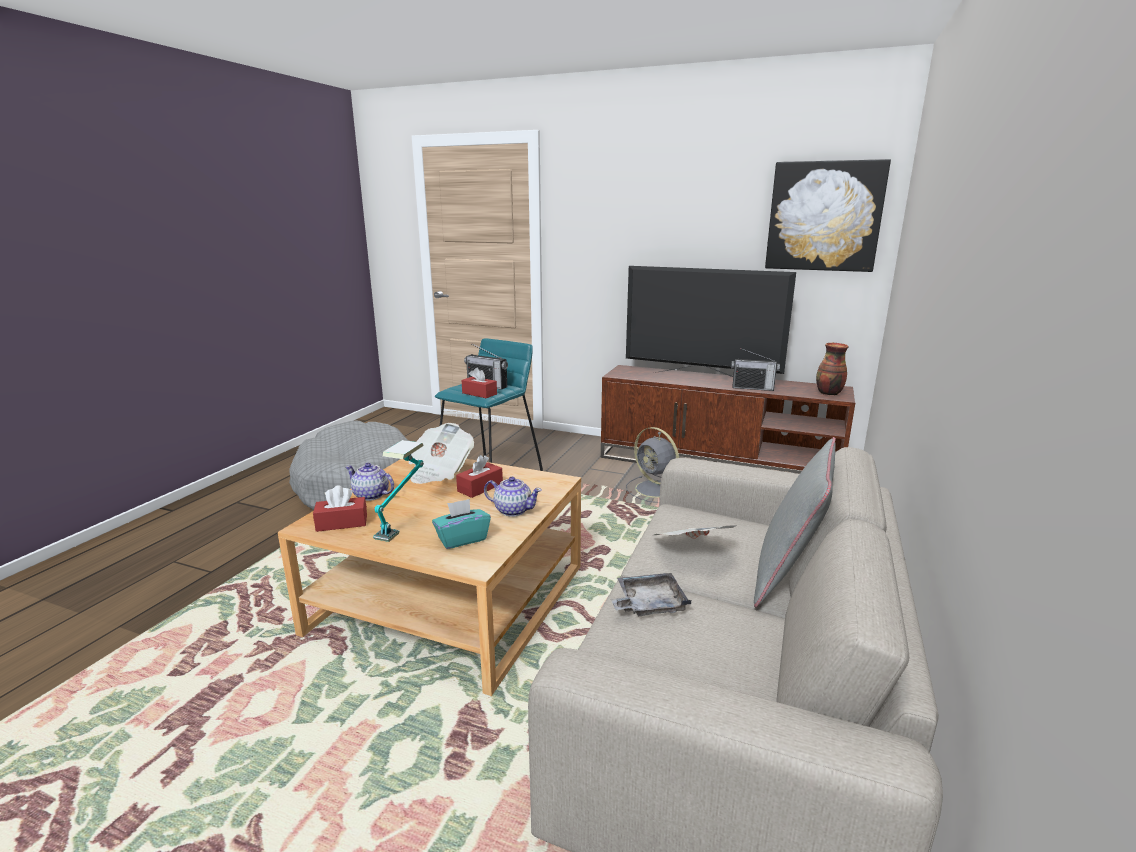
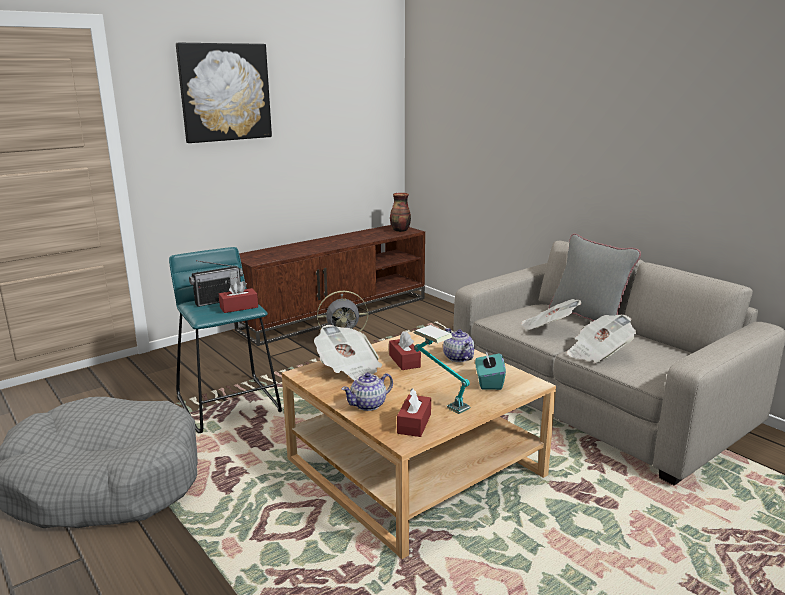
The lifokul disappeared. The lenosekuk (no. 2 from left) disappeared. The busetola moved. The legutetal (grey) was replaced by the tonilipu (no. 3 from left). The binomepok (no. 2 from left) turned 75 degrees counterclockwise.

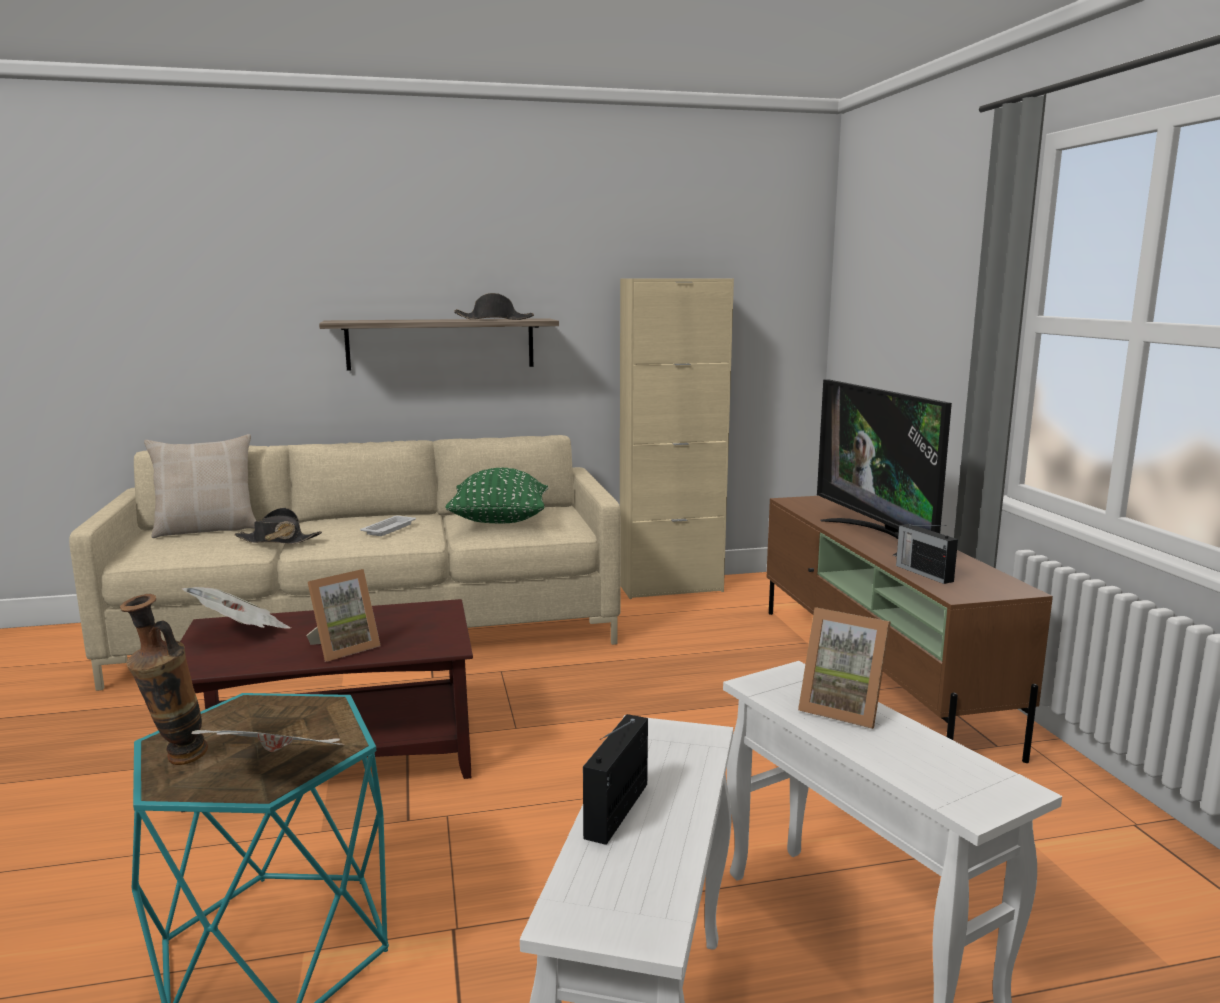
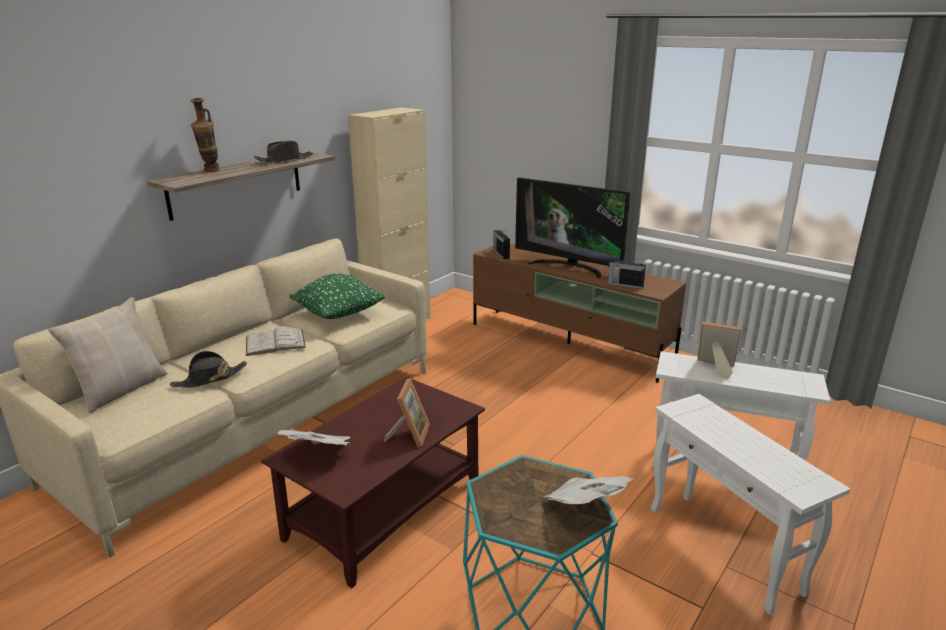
The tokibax moved. The lenosekuk (no. 1 from left) moved. The legutetal (white) was replaced by the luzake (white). The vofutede (no. 2 from left) turned 150 degrees counterclockwise.

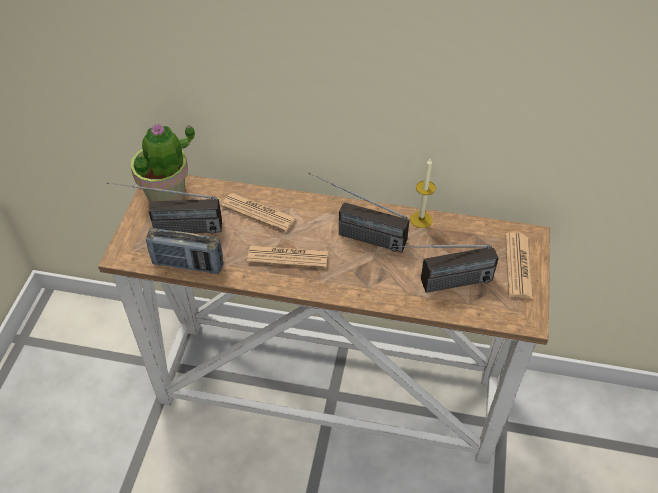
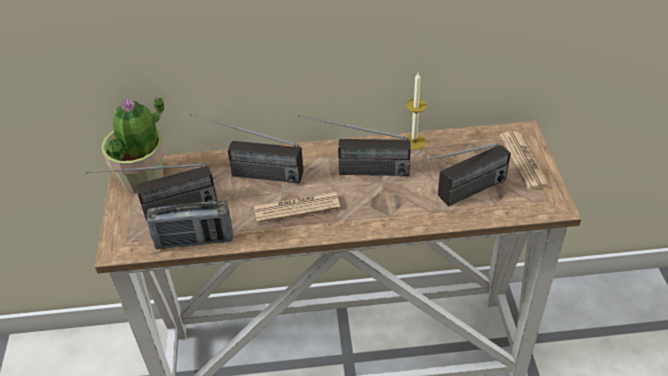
The tonilipu (no. 1 from left) was replaced by the lenosekuk (no. 3 from left).

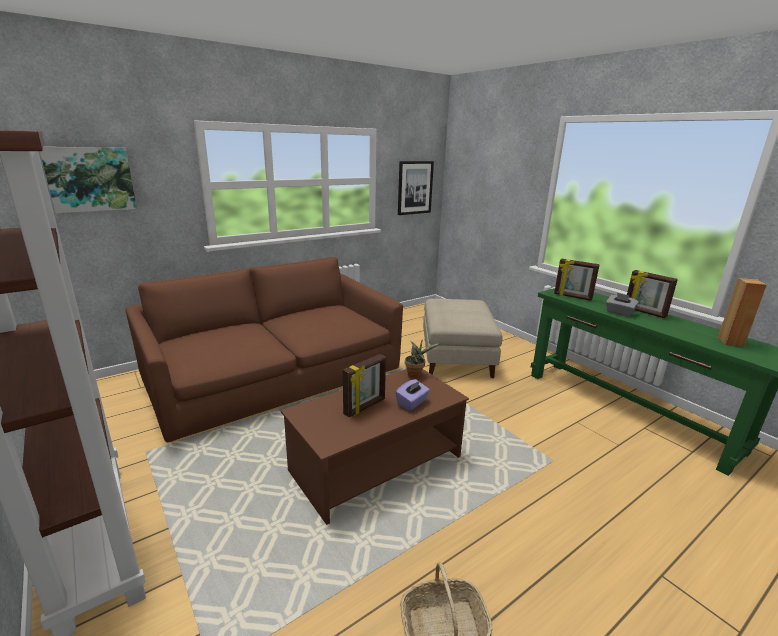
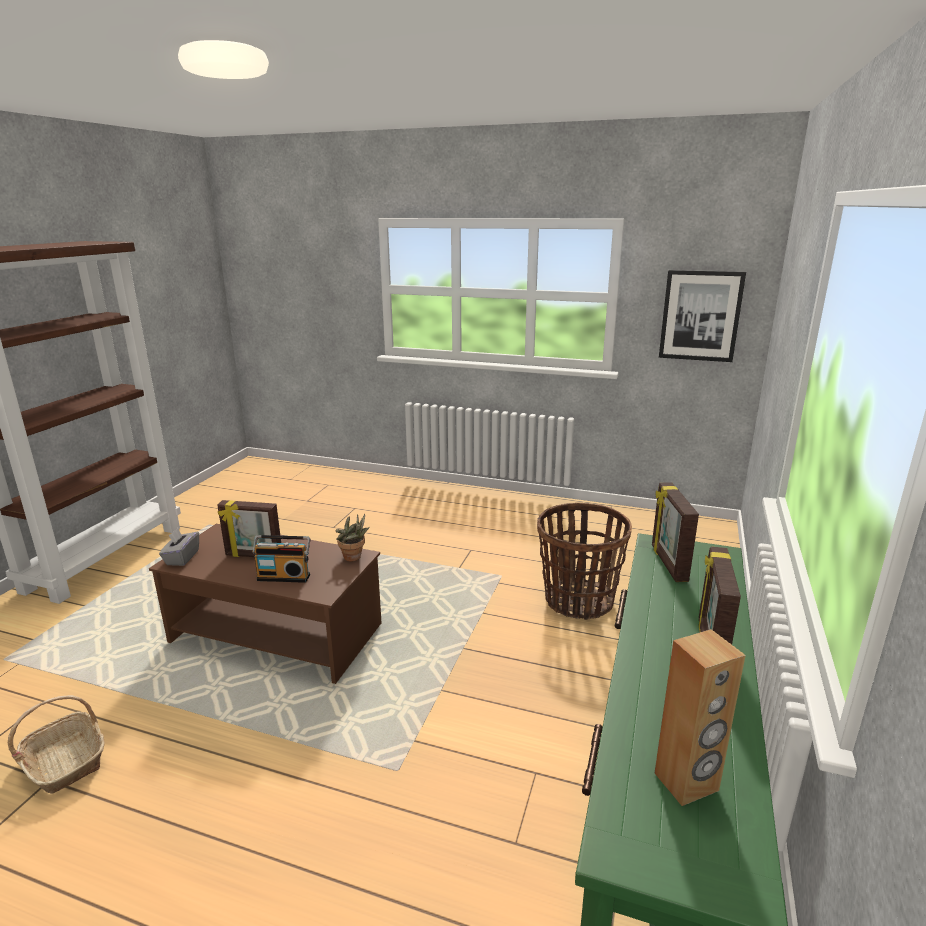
The busetola (no. 1 from left) disappeared. The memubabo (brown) disappeared. The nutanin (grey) moved. The nutanin (purple) was replaced by the lenosekuk. The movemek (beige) was replaced by the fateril (no. 2 from left).

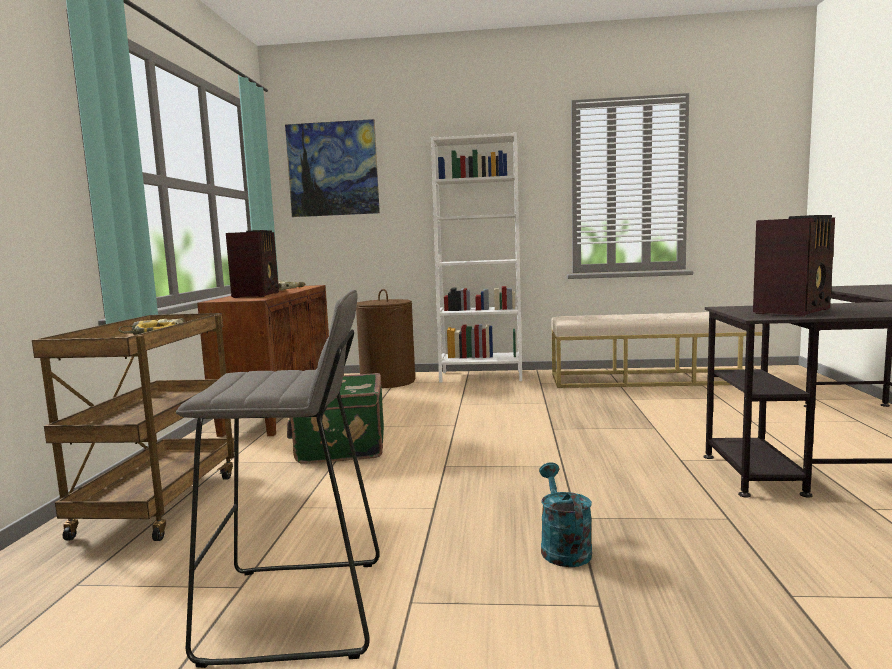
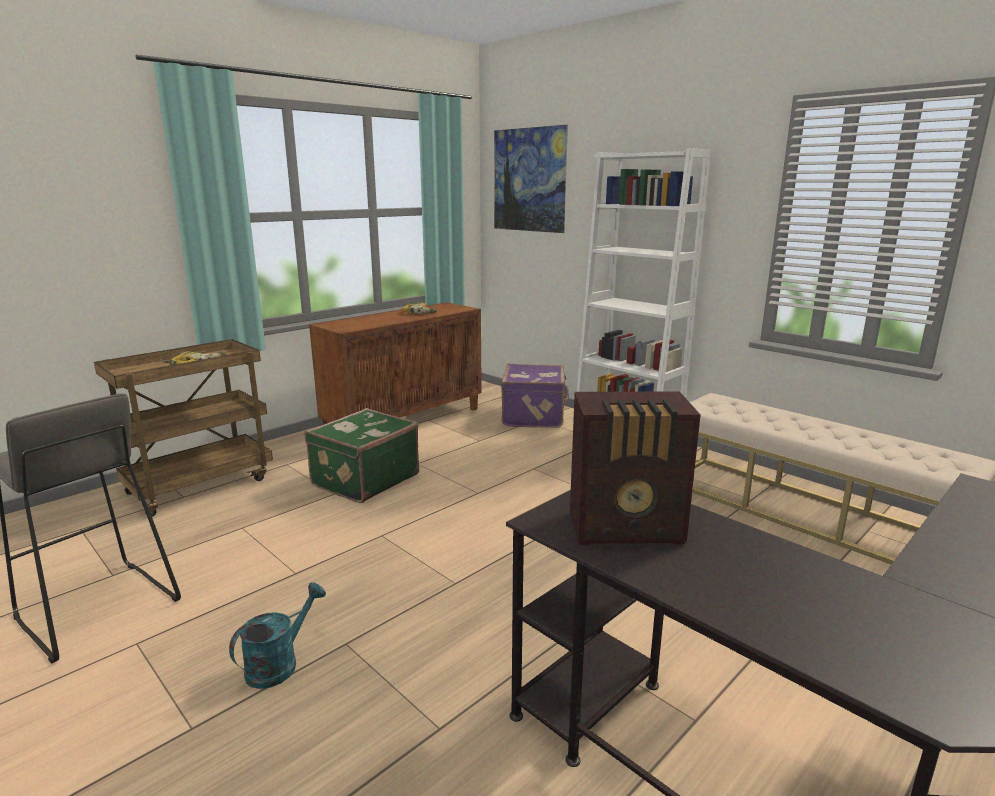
The lenosekuk (no. 1 from left) disappeared. The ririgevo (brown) was replaced by the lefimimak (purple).

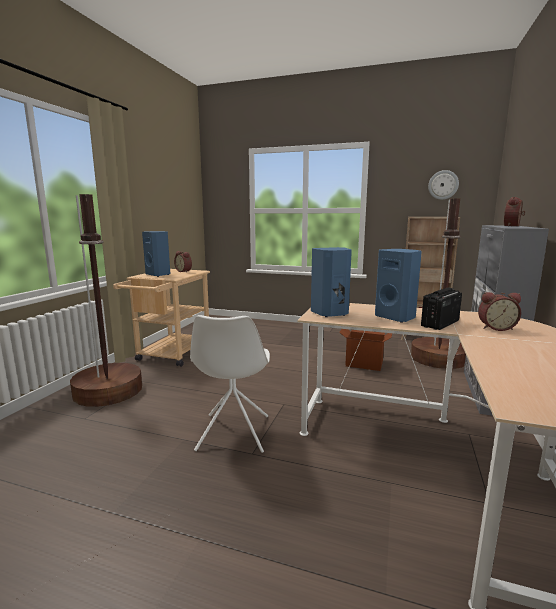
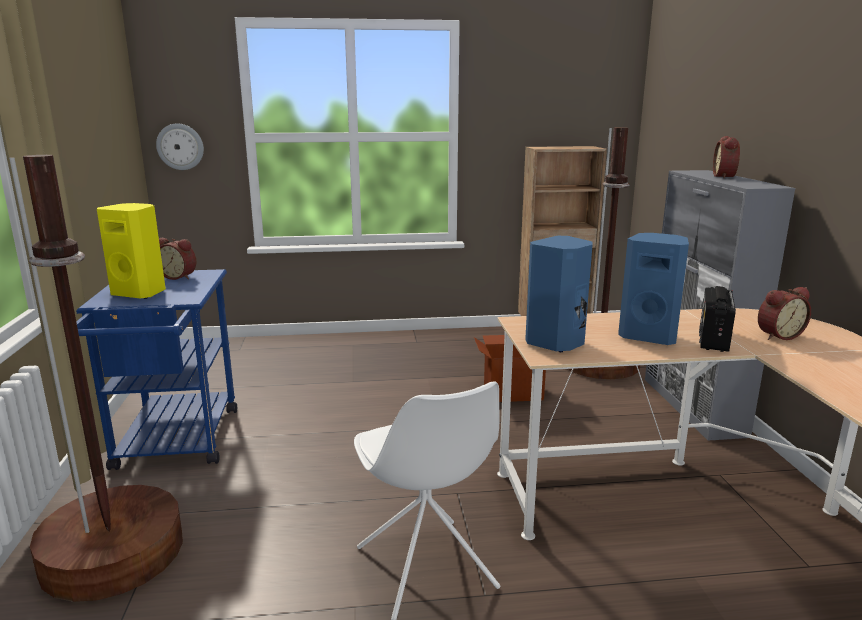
The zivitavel moved. The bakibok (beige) became the bakibok (blue). The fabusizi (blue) (no. 1 from left) became the fabusizi (yellow).

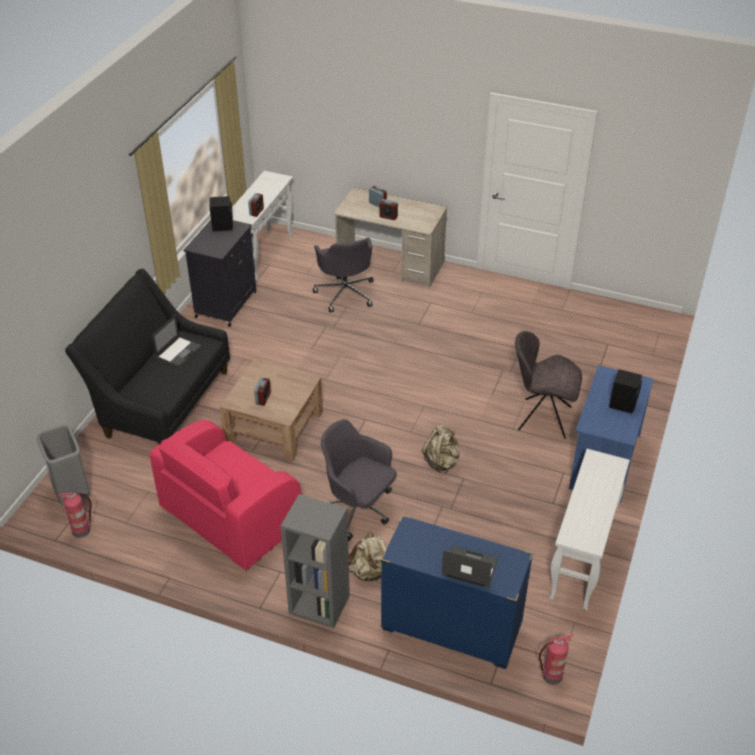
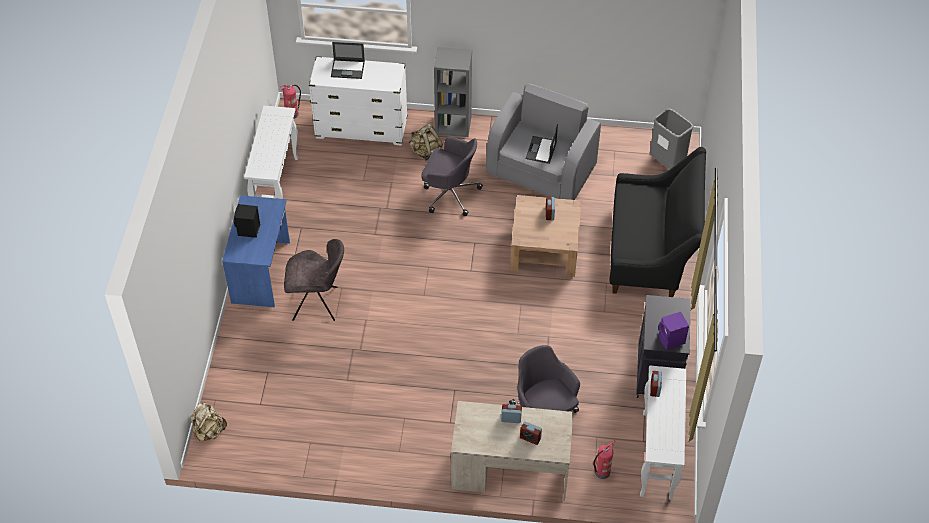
The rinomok (no. 1 from left in the first image) moved. The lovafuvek (no. 1 from left in the first image) moved. The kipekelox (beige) (no. 2 from left in the first image) moved. The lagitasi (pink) became the lagitasi (grey). The fabusizi (black) (no. 1 from left) became the fabusizi (purple). The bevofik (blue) became the bevofik (white).

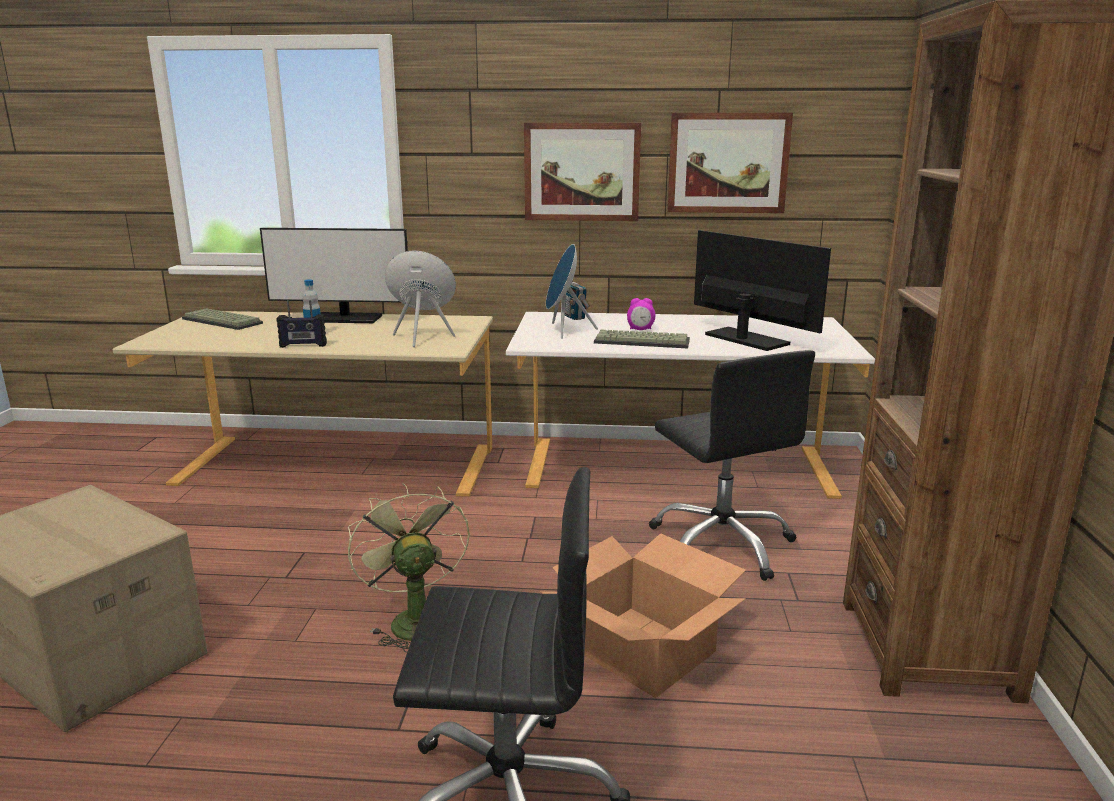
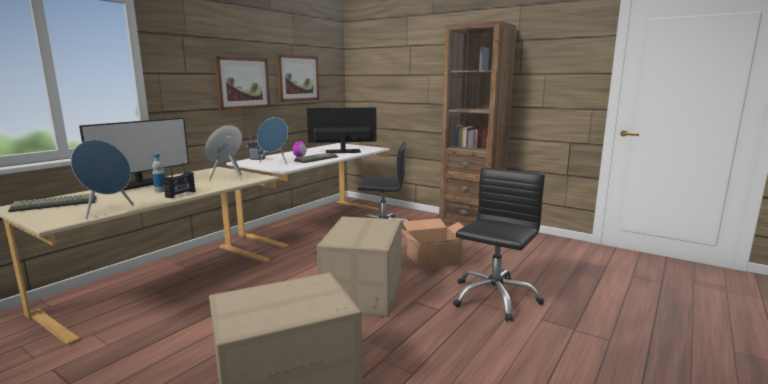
The fabusizi (blue) (no. 1 from left) appeared. The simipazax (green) was replaced by the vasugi (no. 2 from left).

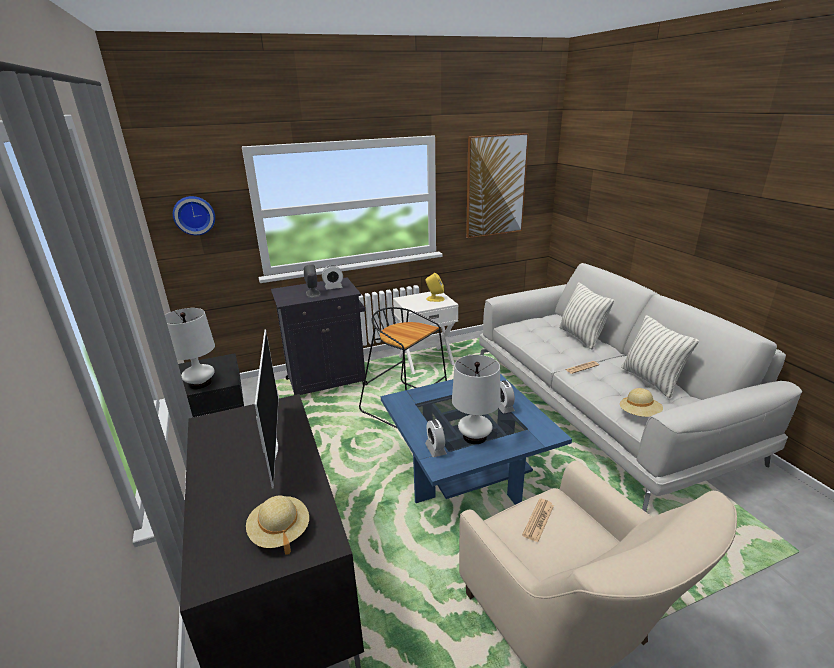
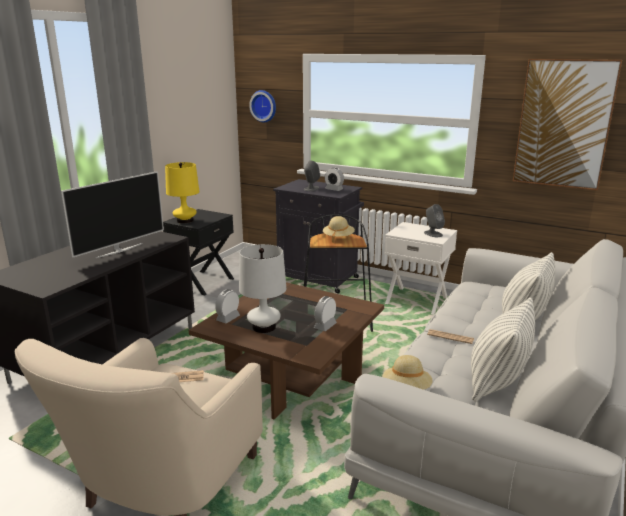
The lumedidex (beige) (no. 1 from left) moved. The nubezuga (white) (no. 1 from left) became the nubezuga (yellow). The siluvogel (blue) became the siluvogel (brown). The fabusizi (yellow) became the fabusizi (grey) (no. 2 from left).

